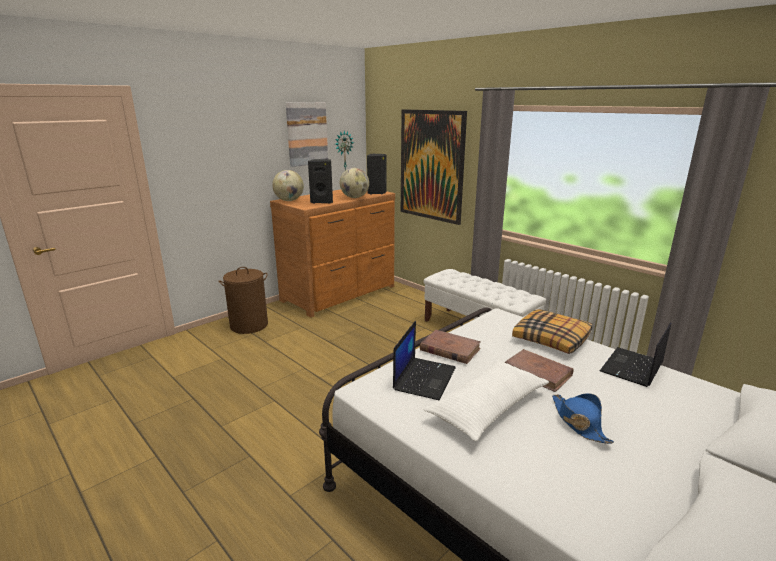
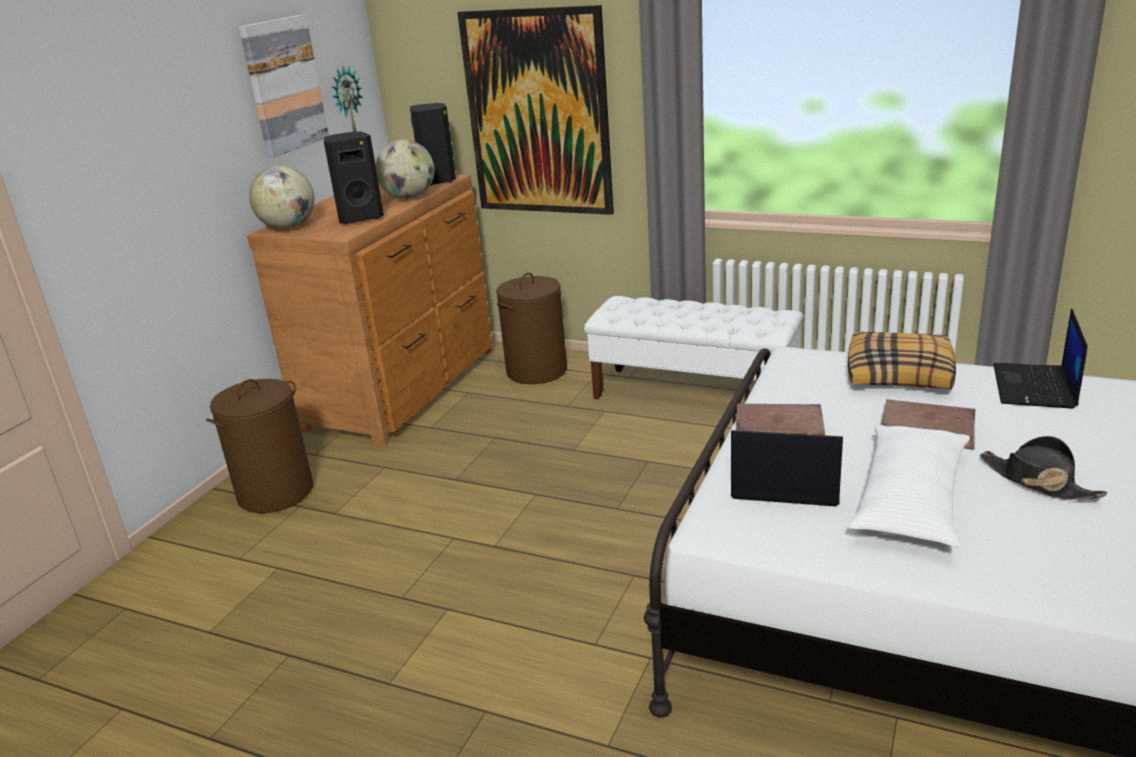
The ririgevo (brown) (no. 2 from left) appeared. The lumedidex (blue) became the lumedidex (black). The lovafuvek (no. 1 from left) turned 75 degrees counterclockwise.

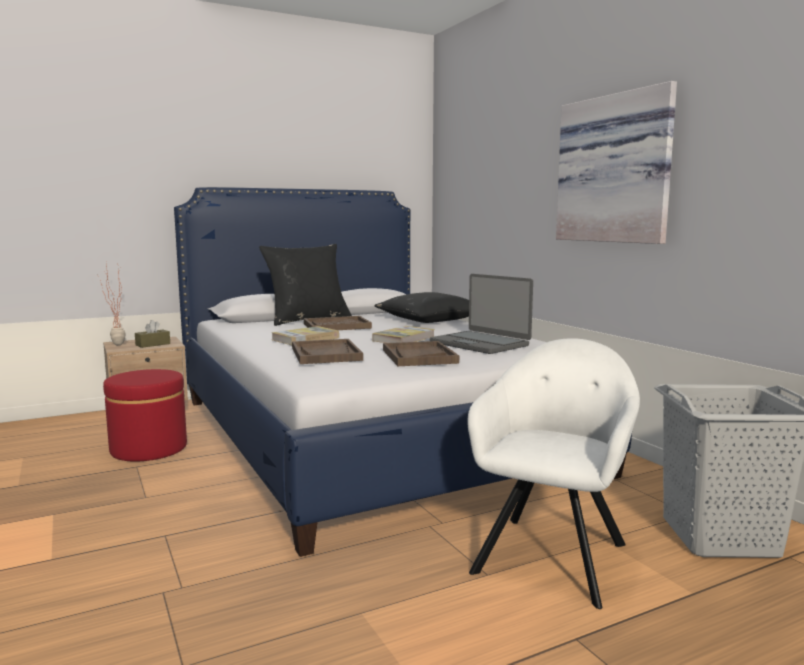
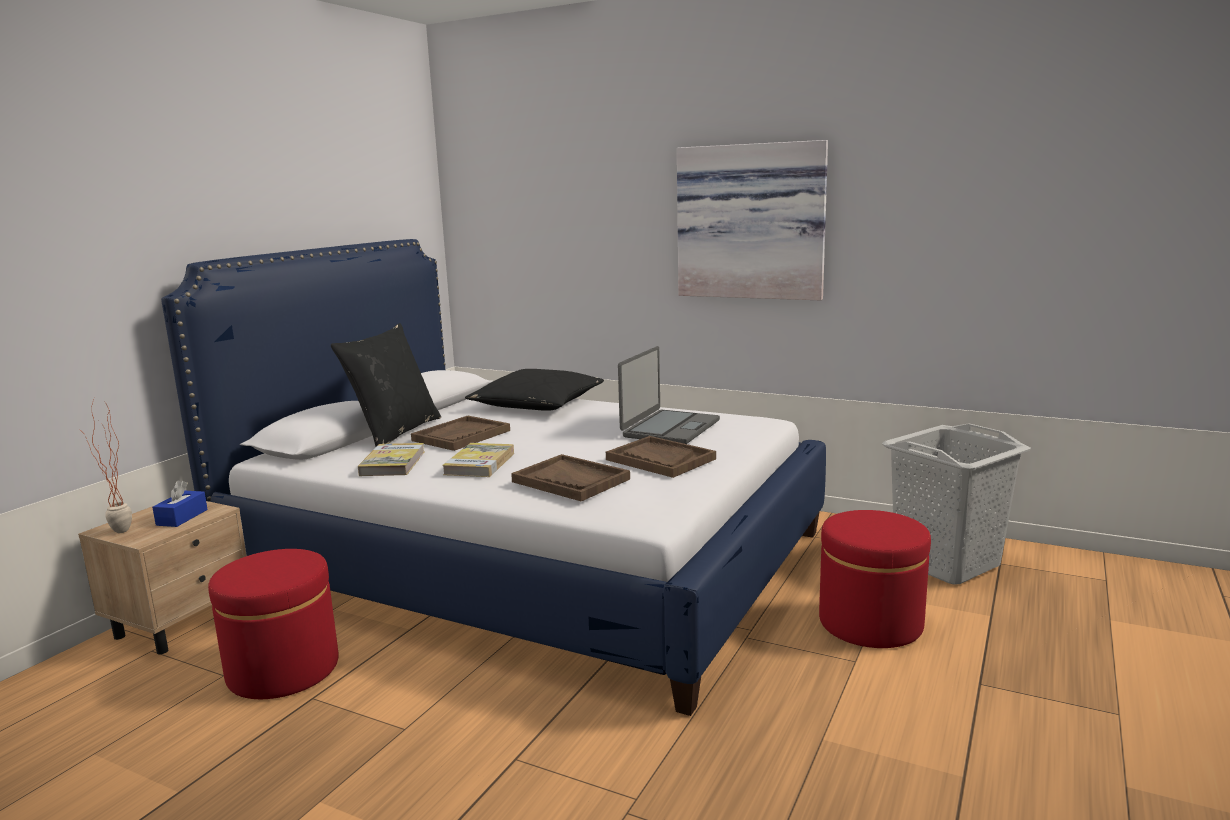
The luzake (no. 2 from left in the first image) moved. The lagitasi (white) was replaced by the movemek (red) (no. 2 from left). The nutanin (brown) became the nutanin (blue). The lovafuvek turned 75 degrees counterclockwise.

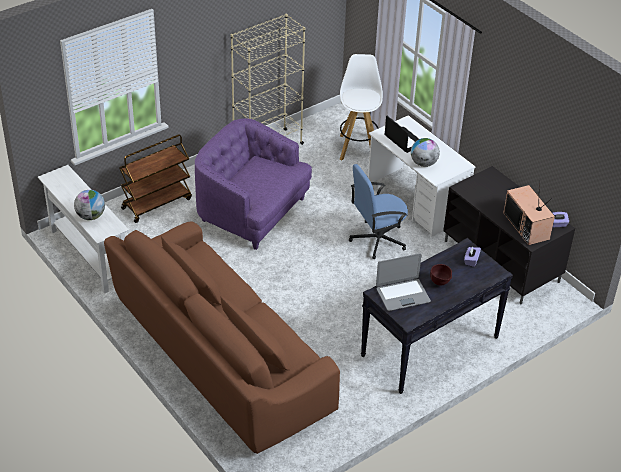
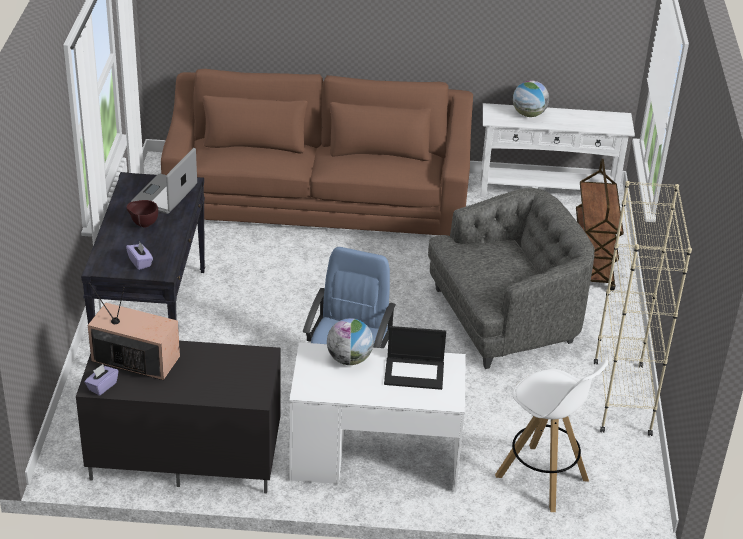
The lagitasi (purple) became the lagitasi (grey).

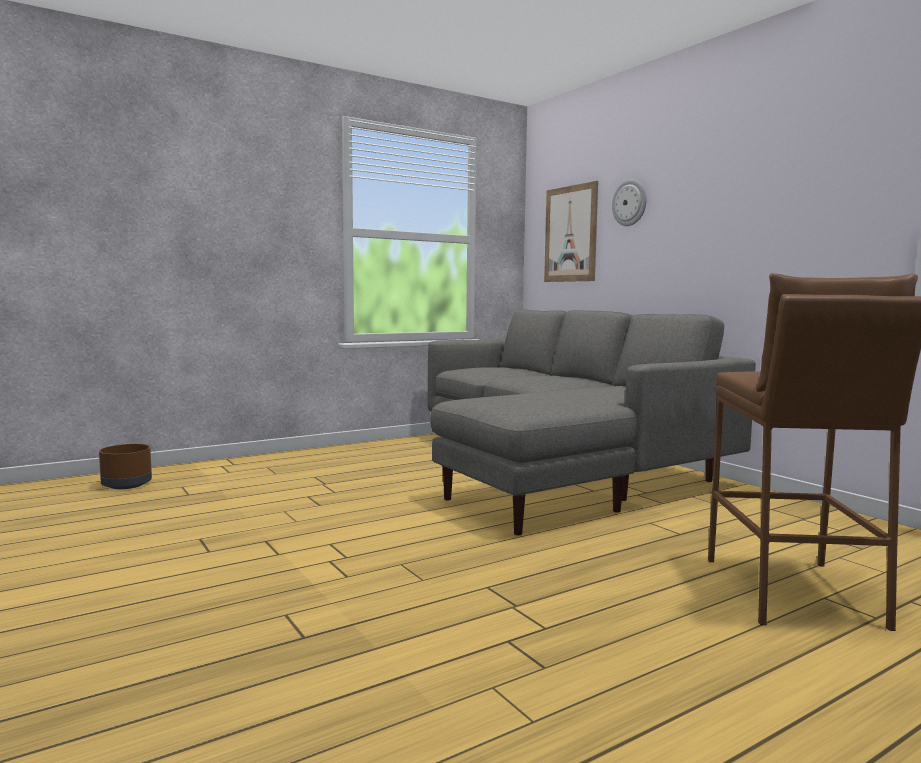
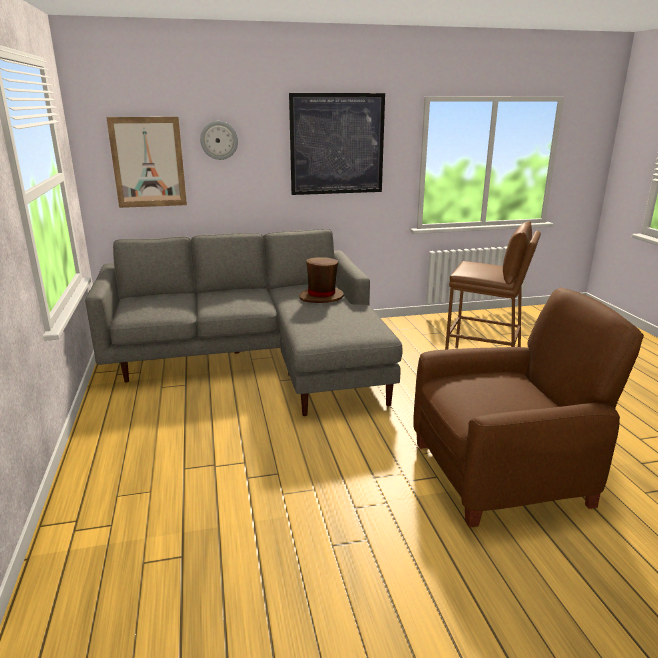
The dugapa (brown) disappeared. The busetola (no. 2 from left) appeared. The lumedidex (brown) appeared. The lagitasi (brown) appeared.

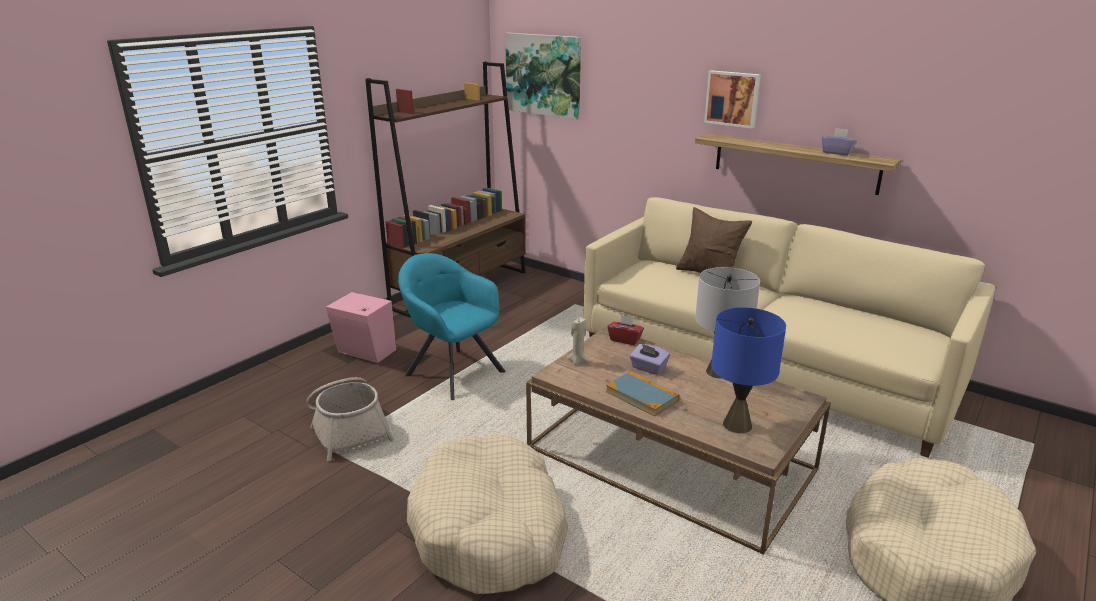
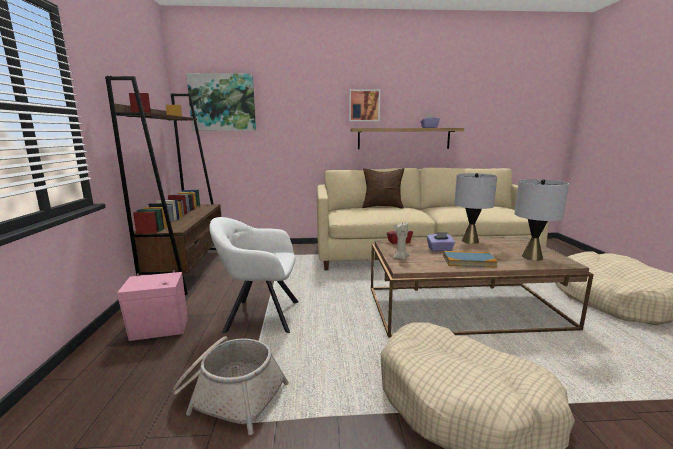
The lagitasi (turquoise) became the lagitasi (white). The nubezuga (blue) became the nubezuga (grey) (no. 2 from left).

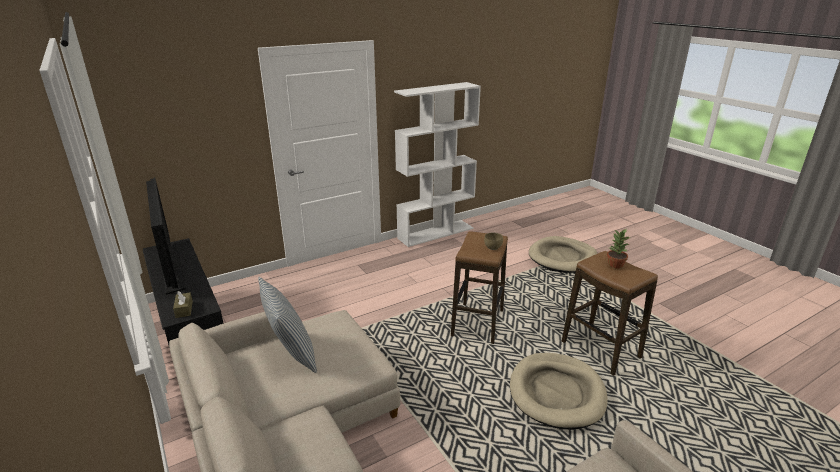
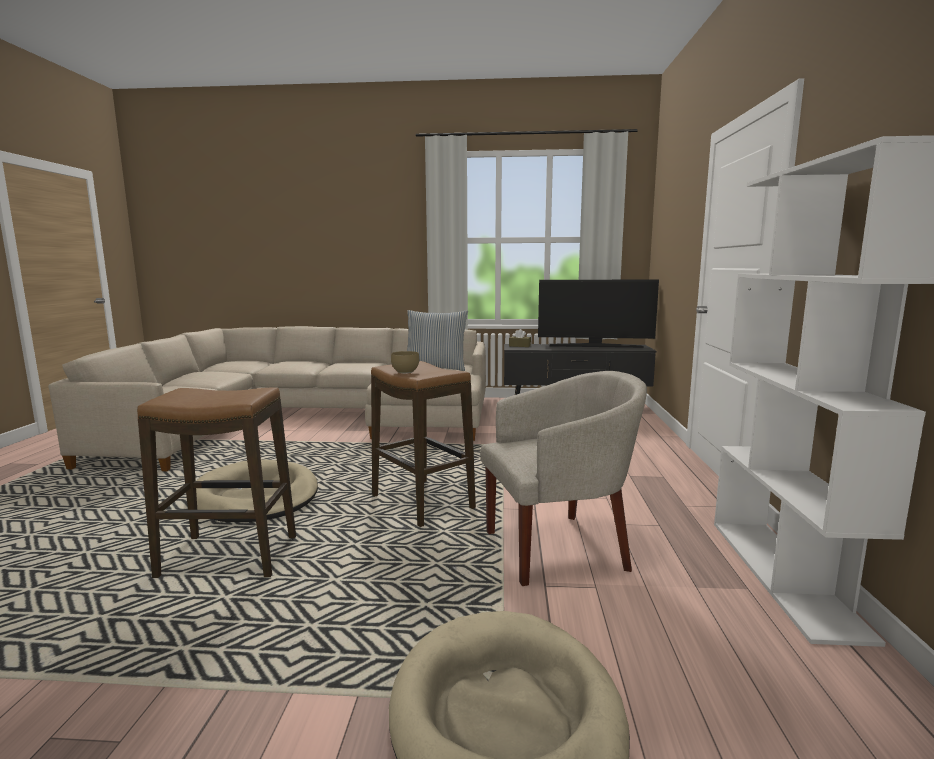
The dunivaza disappeared. The lagitasi (beige) appeared.

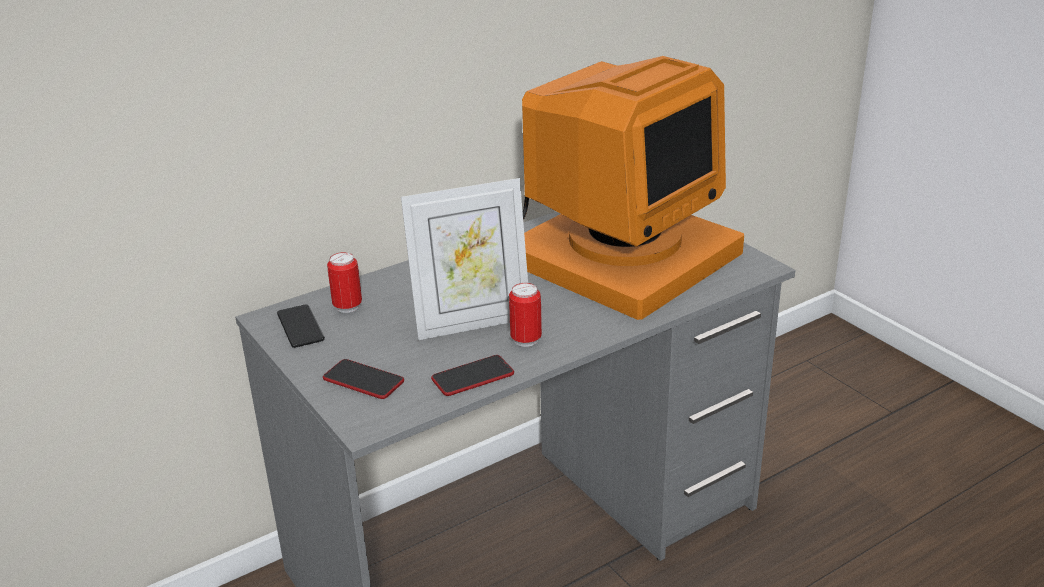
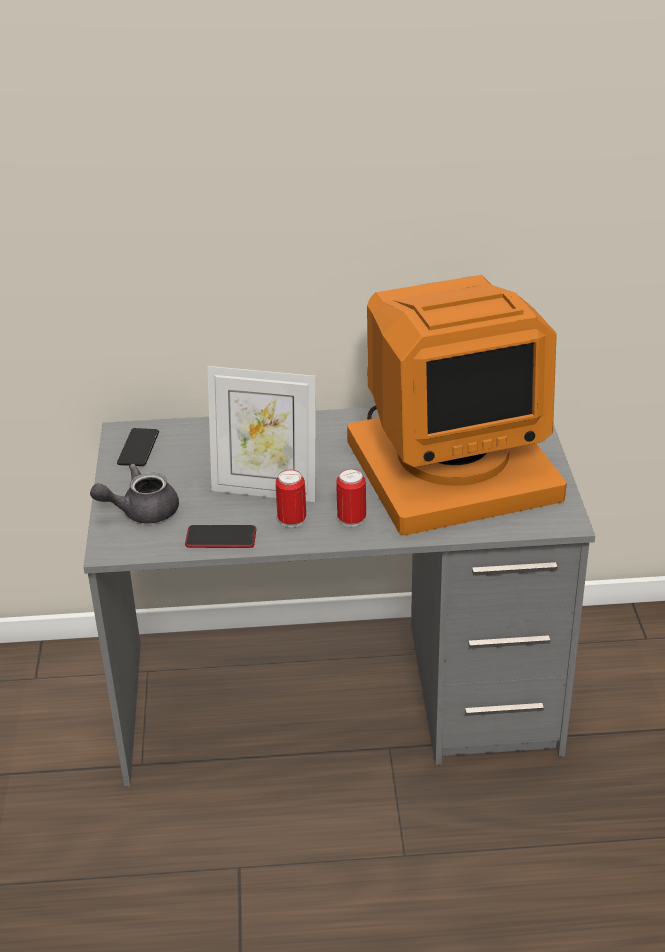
The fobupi (no. 1 from left in the first image) moved. The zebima (no. 2 from left) was replaced by the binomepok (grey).

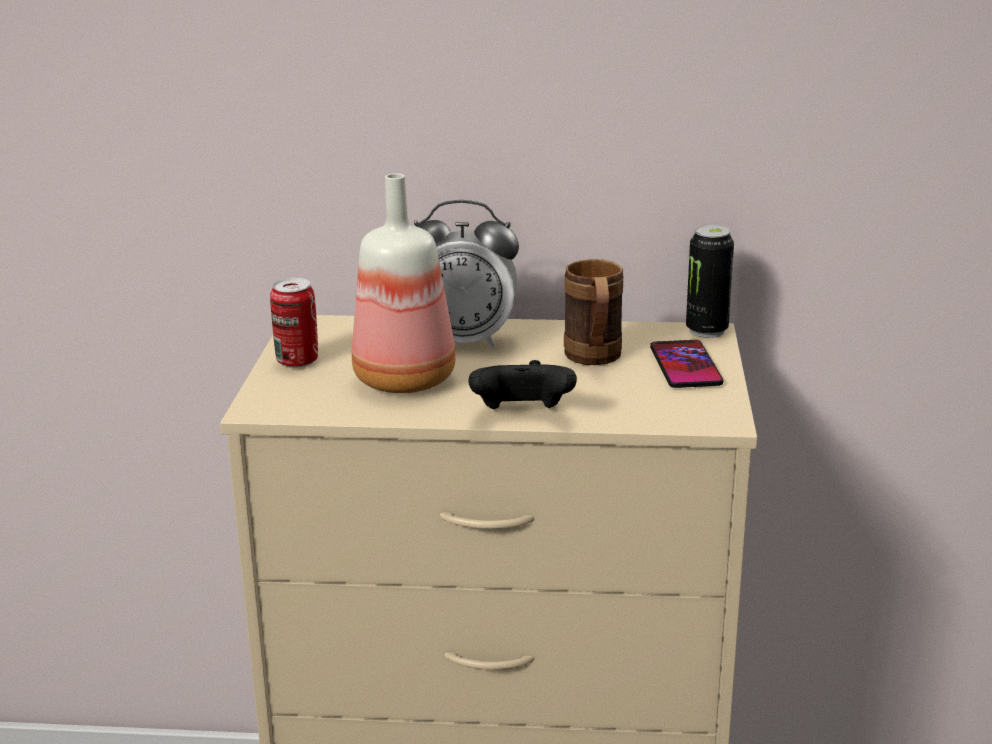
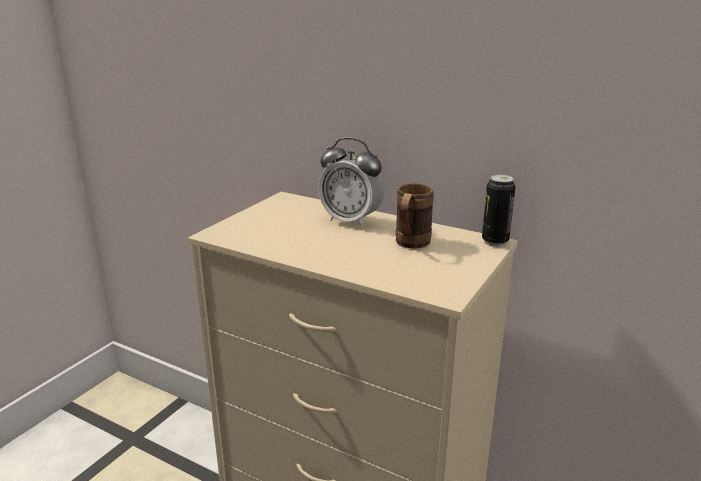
The fobupi (no. 1 from left) disappeared. The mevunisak disappeared. The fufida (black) disappeared. The zebima disappeared.

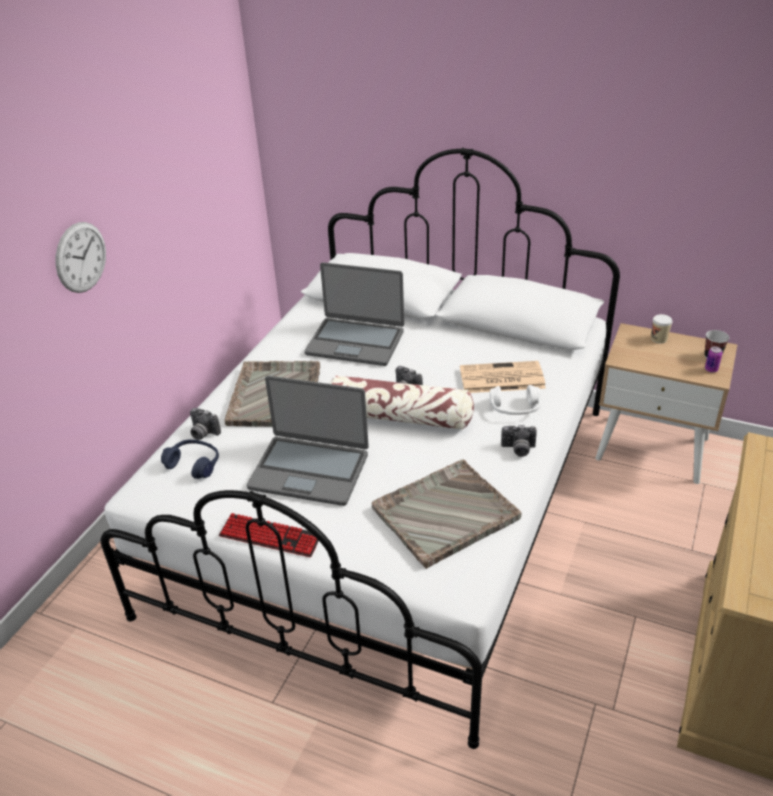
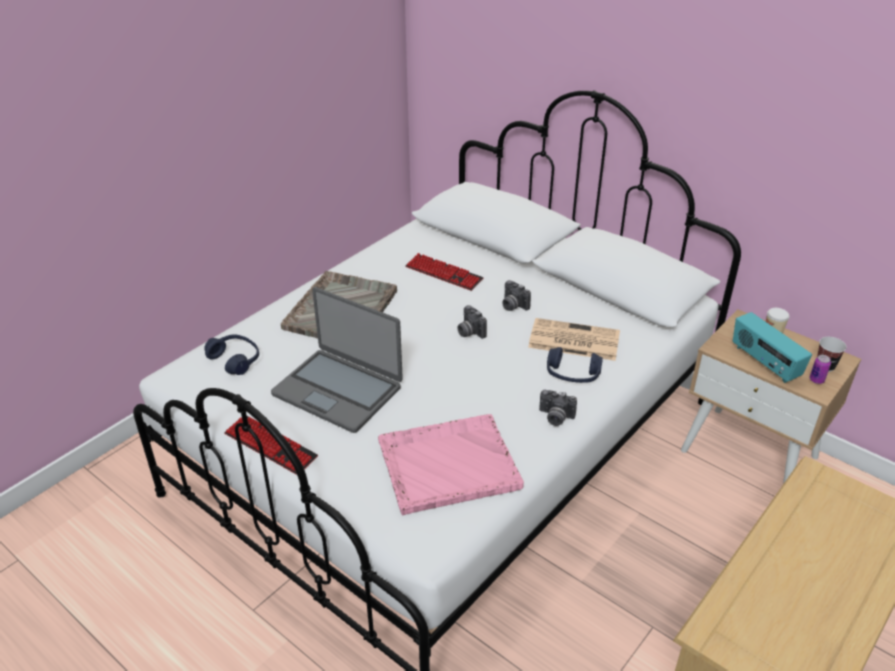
The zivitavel disappeared. The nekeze disappeared. The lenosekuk appeared. The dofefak (no. 1 from left in the first image) moved. The lovafuvek (no. 2 from left) was replaced by the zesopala (no. 2 from left). The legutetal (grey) (no. 2 from left) became the legutetal (pink). The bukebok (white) became the bukebok (blue) (no. 2 from left).

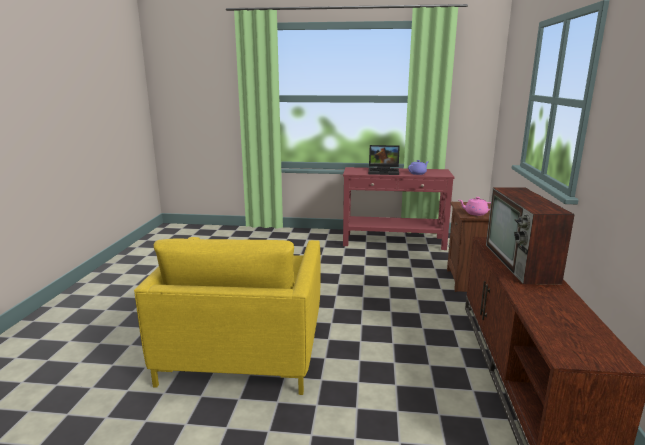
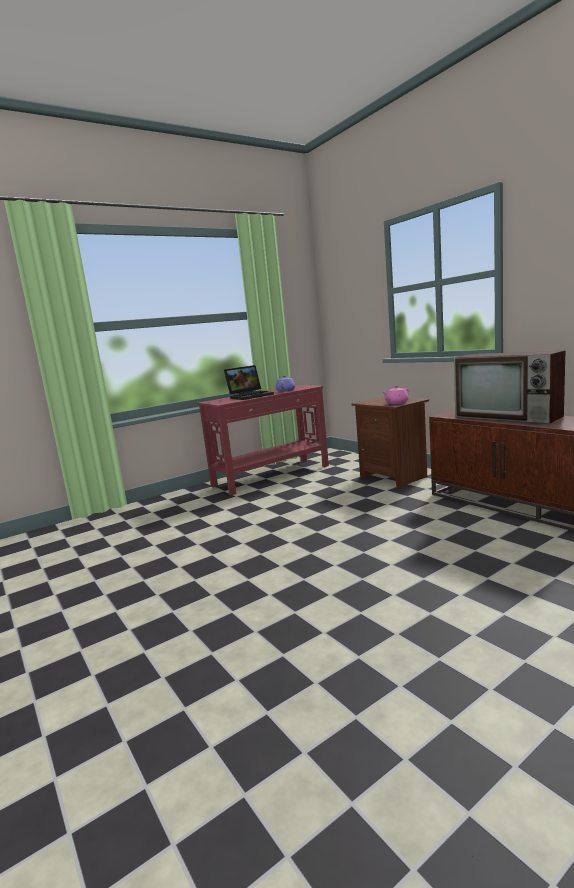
The lagitasi (yellow) disappeared.

